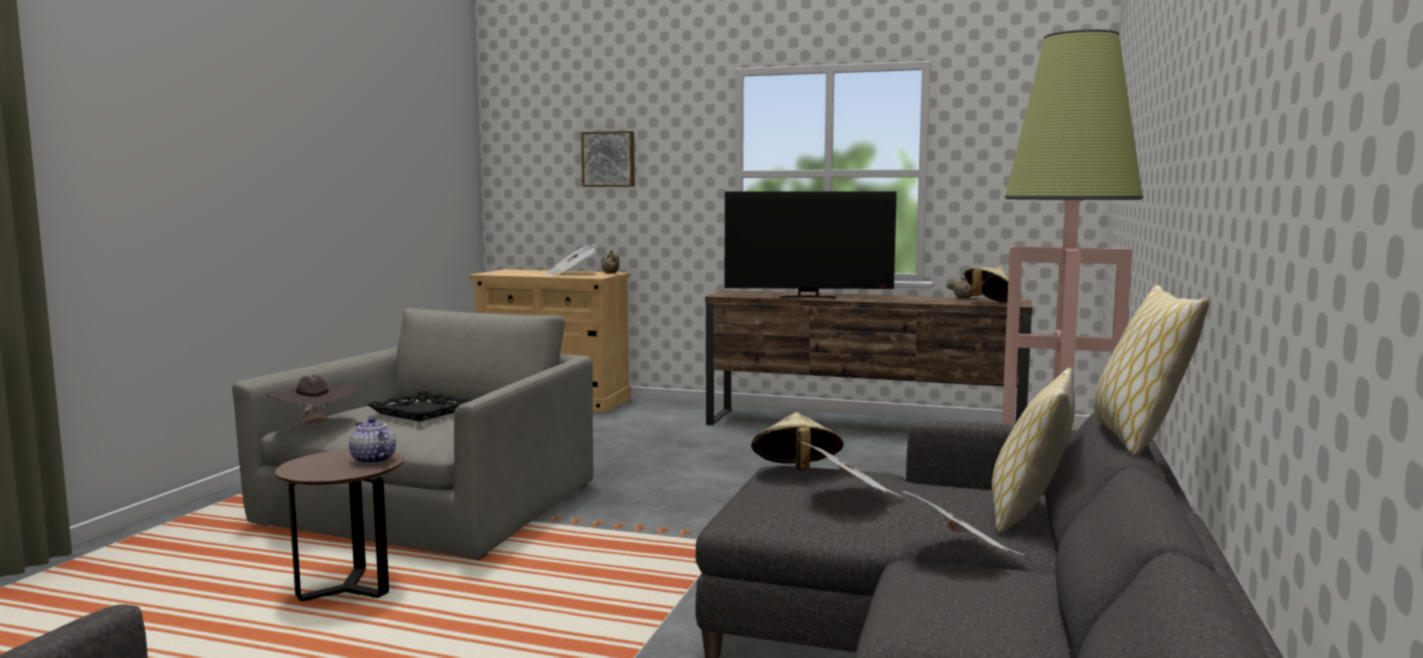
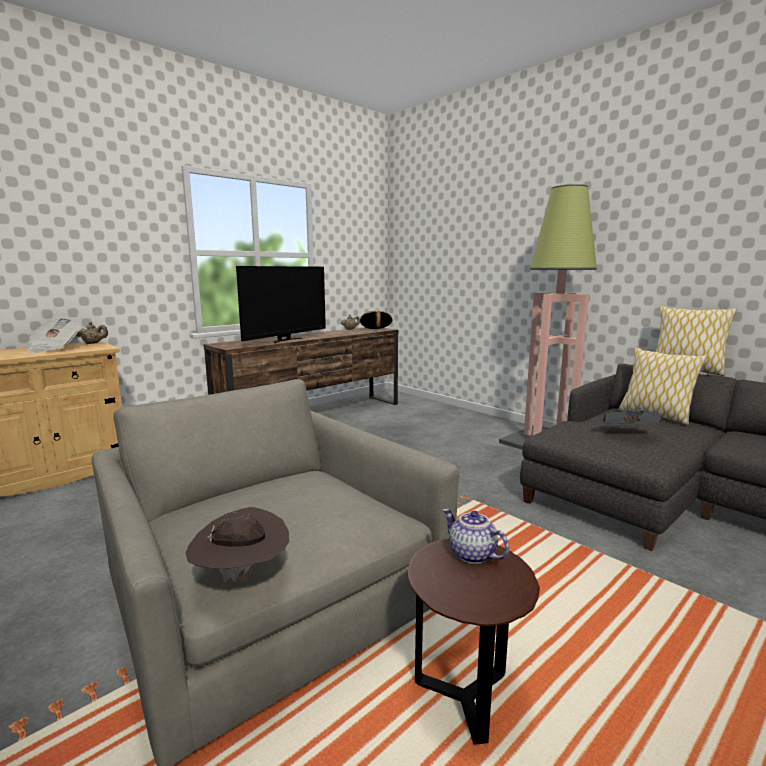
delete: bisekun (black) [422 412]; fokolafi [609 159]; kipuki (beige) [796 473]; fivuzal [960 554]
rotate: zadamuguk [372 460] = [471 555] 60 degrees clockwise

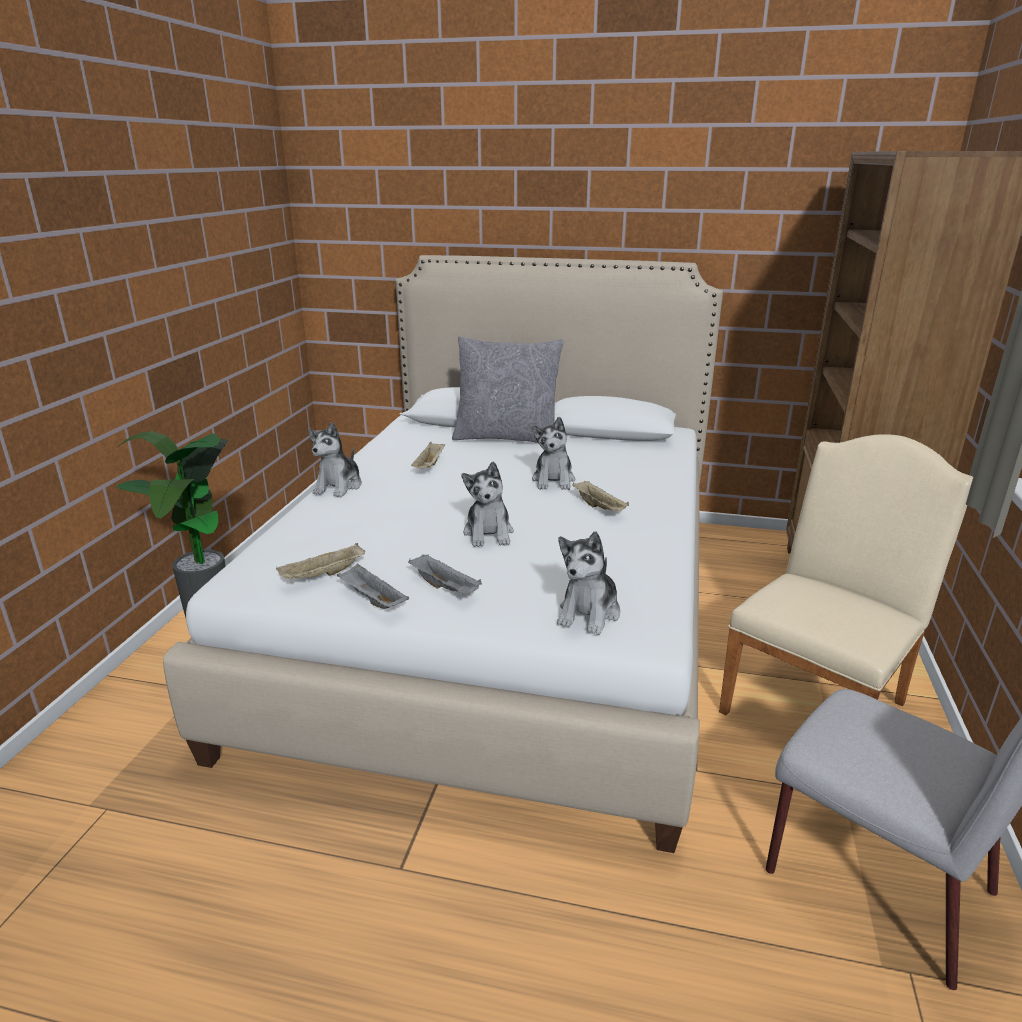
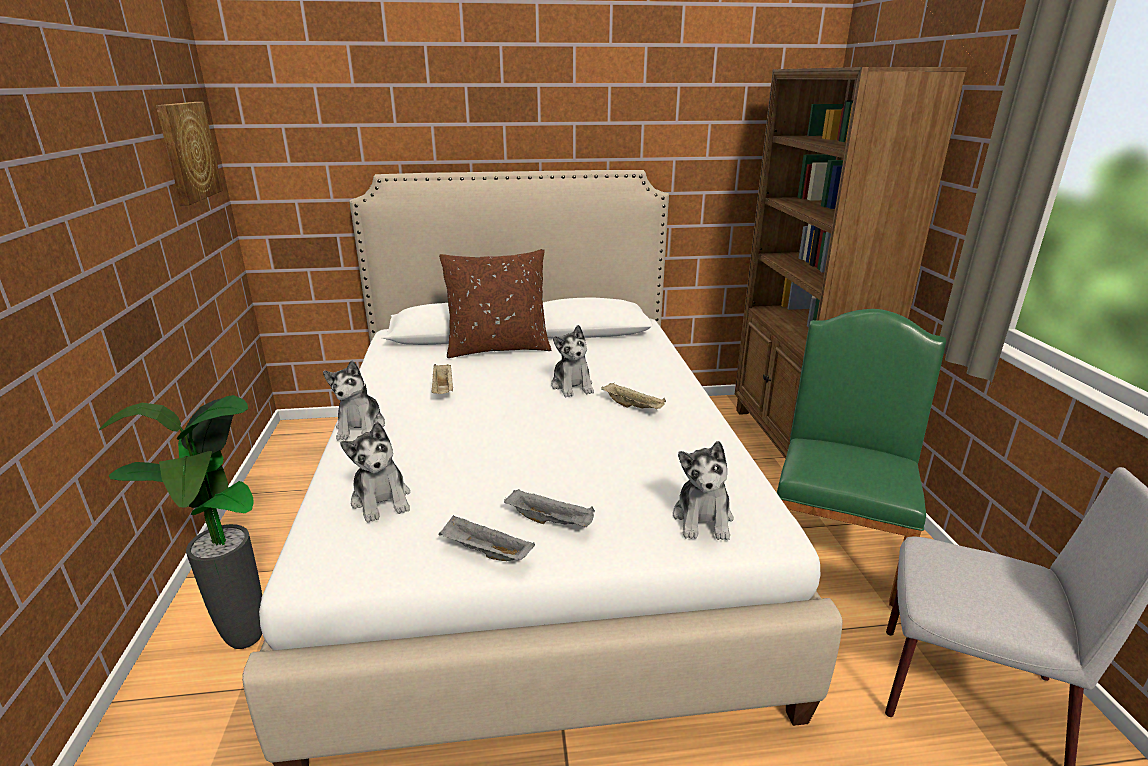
delete: bisekun (beige) [323 575]
insert: fokolafi [188 151]
move: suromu [489 533] to [382 500]
recolor: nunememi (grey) [507 437] to nunememi (brown) [498 348]; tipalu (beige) [818 701] to tipalu (green) [835 543]

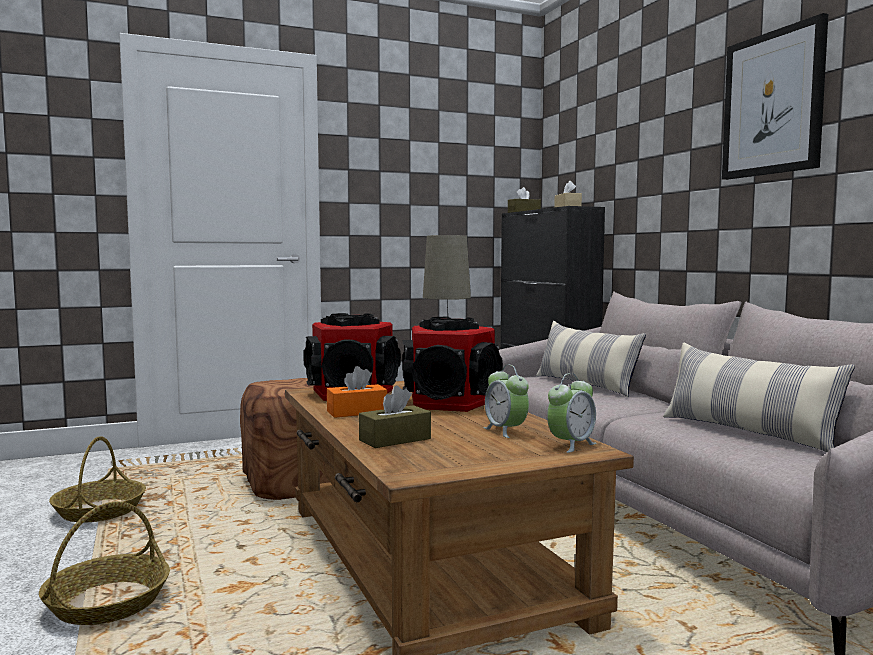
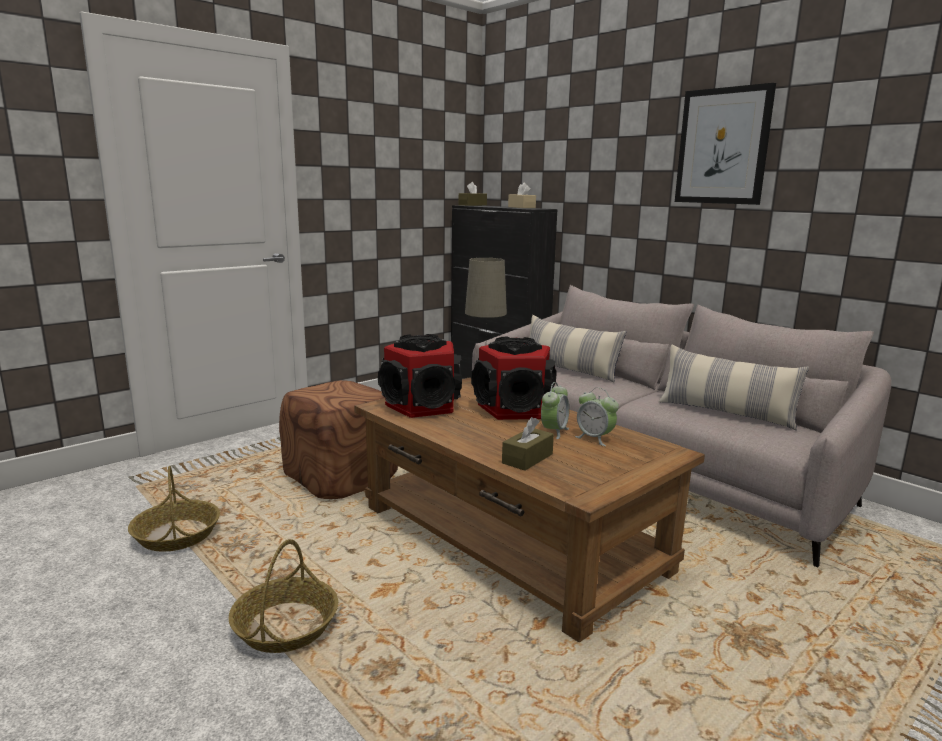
delete: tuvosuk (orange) [357 412]
move: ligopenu [571 445] to [554 431]

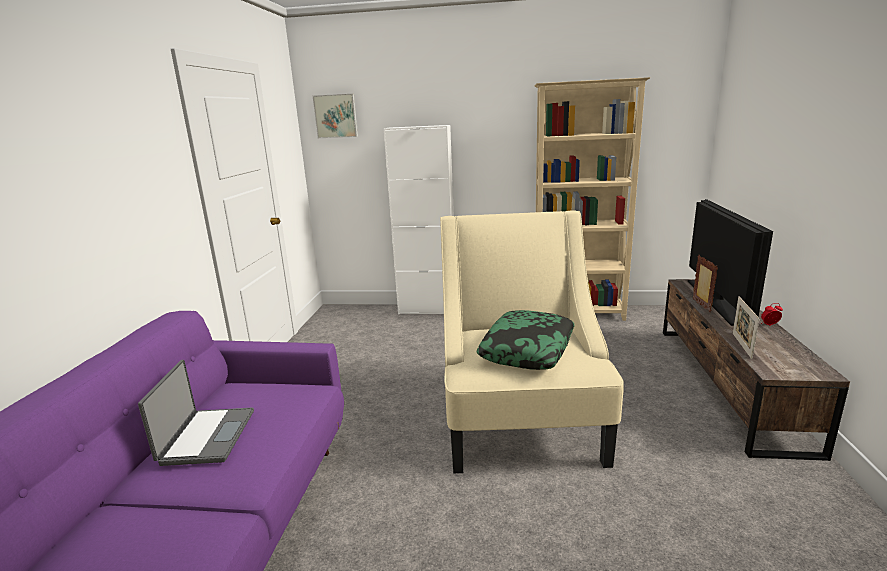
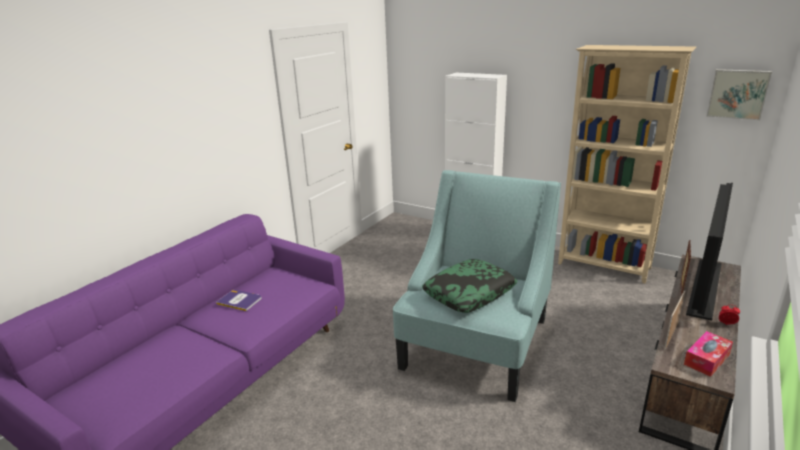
insert: tuvosuk [706 359]
move: fokolafi [336 116] to [738 94]
replace: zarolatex [206 437] to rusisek [239 300]
recolor: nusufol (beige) [520 417] to nusufol (turquoise) [475 343]

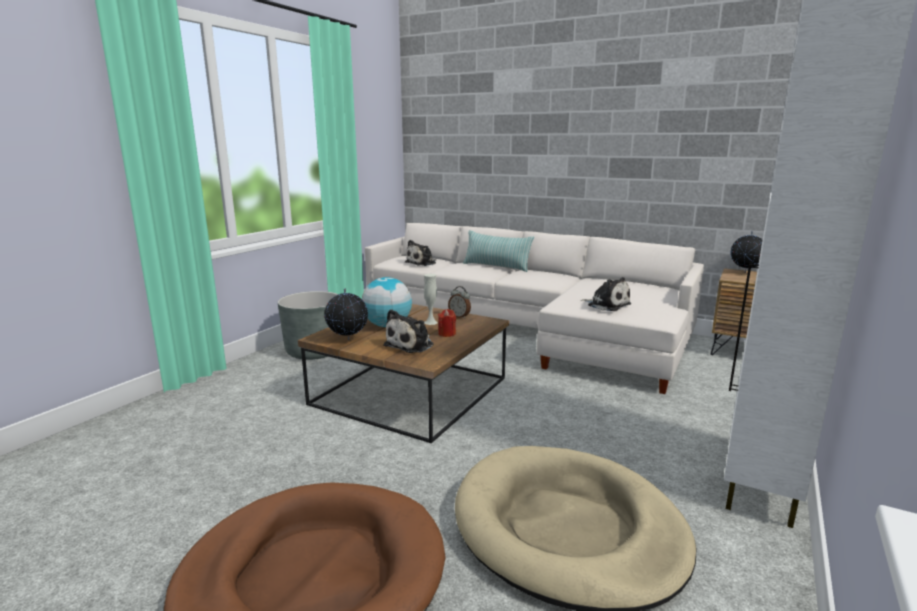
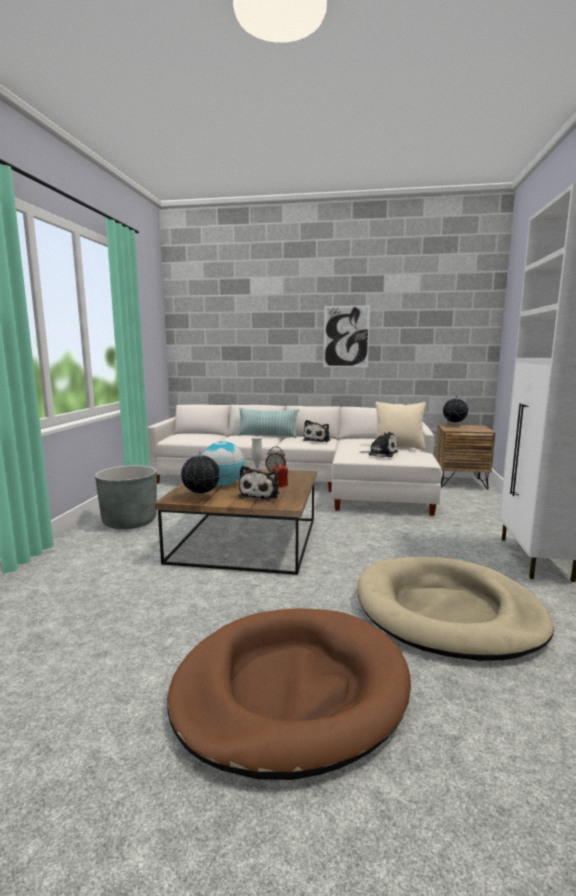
insert: fokolafi [346 336]; nunememi (beige) [399 447]
move: suromu [422 263] to [318 440]

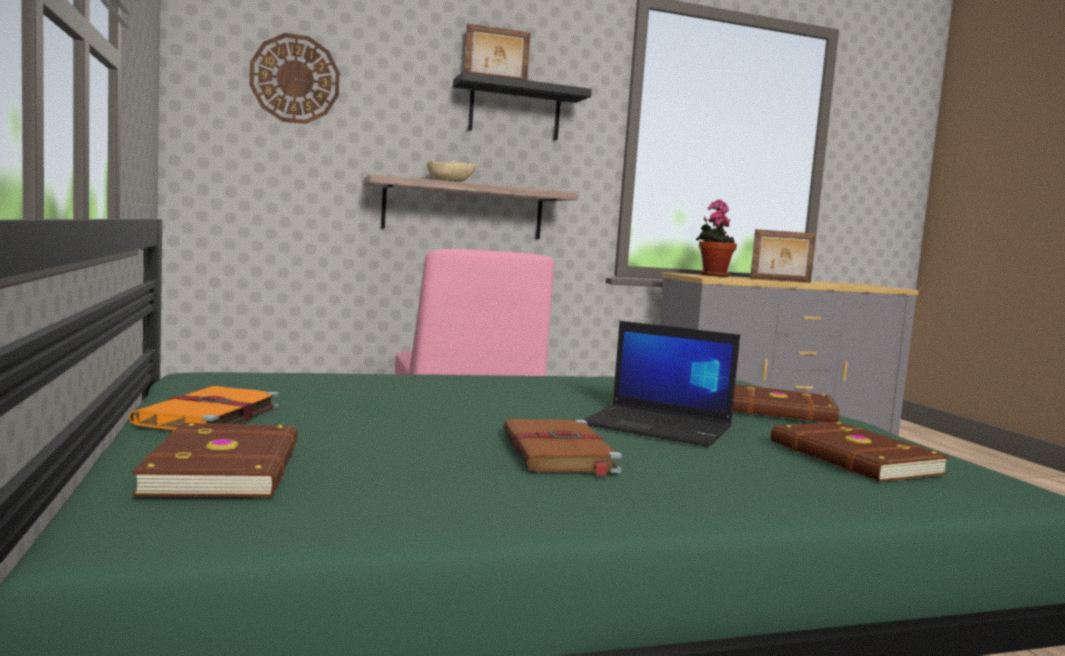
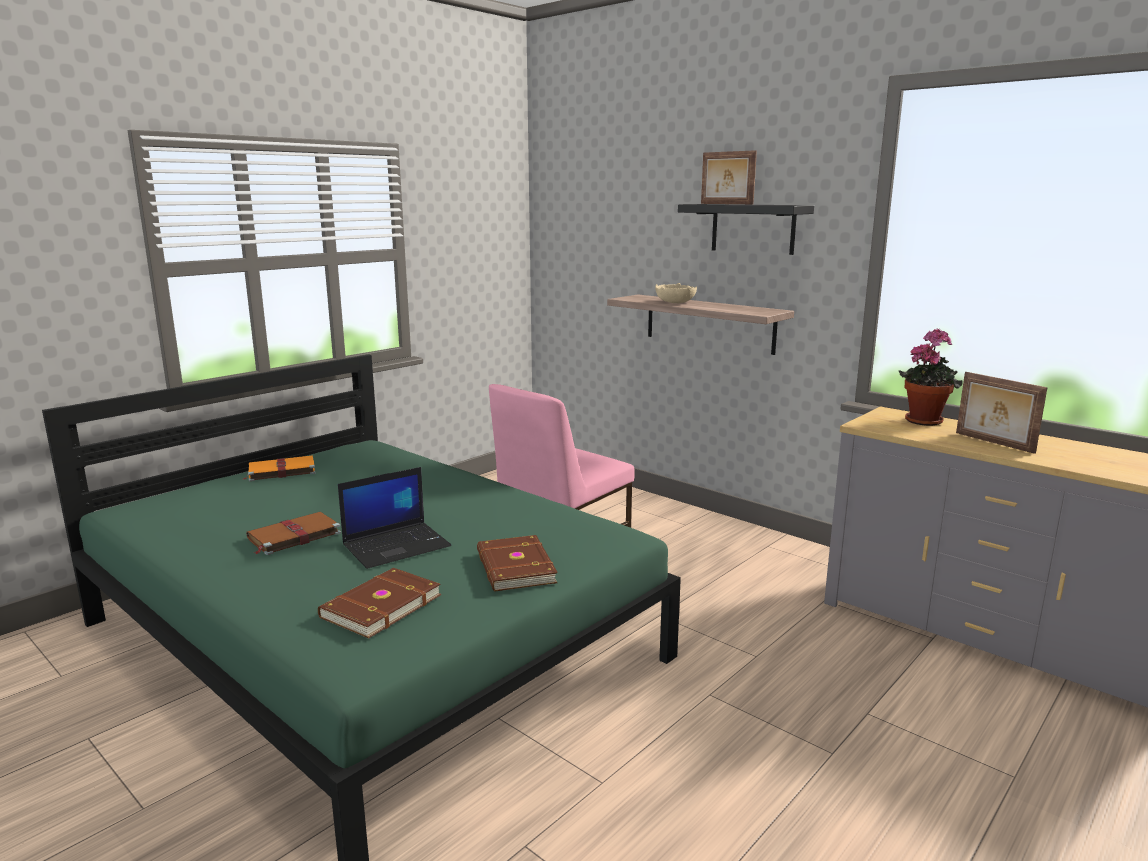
delete: rusisek (brown) [228 468]; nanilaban [295 79]
rotate: zarolatex [660 426] = [397 545] 120 degrees counterclockwise

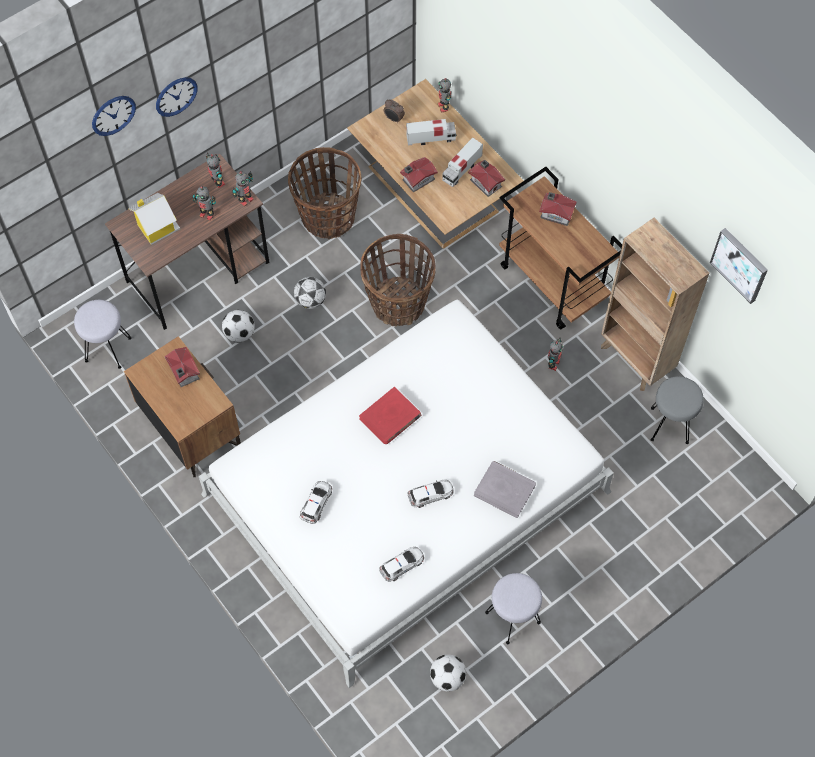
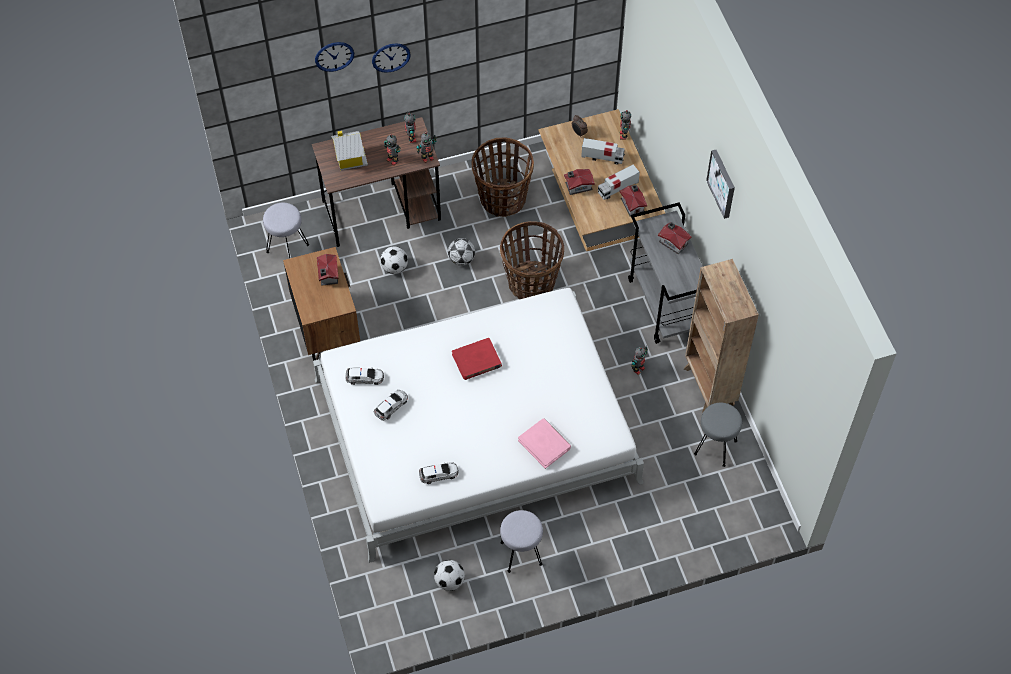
move: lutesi [430 495] to [365 378]; fokolafi [740 264] to [722 183]
recolor: rusisek (grey) [505 490] to rusisek (pink) [544 444]; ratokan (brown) [553 282] to ratokan (grey) [666 305]

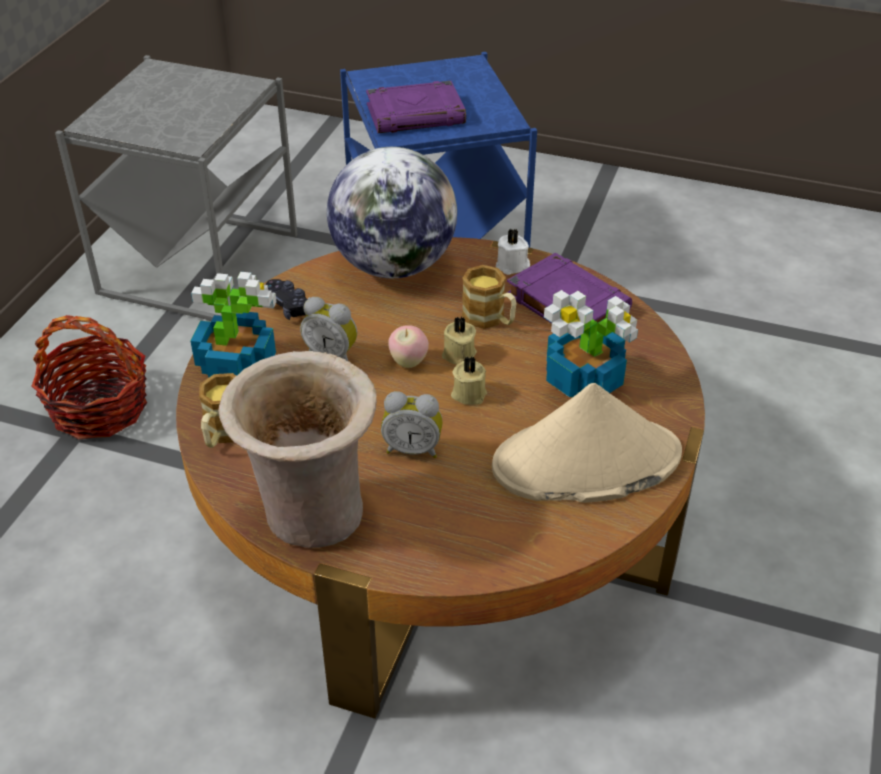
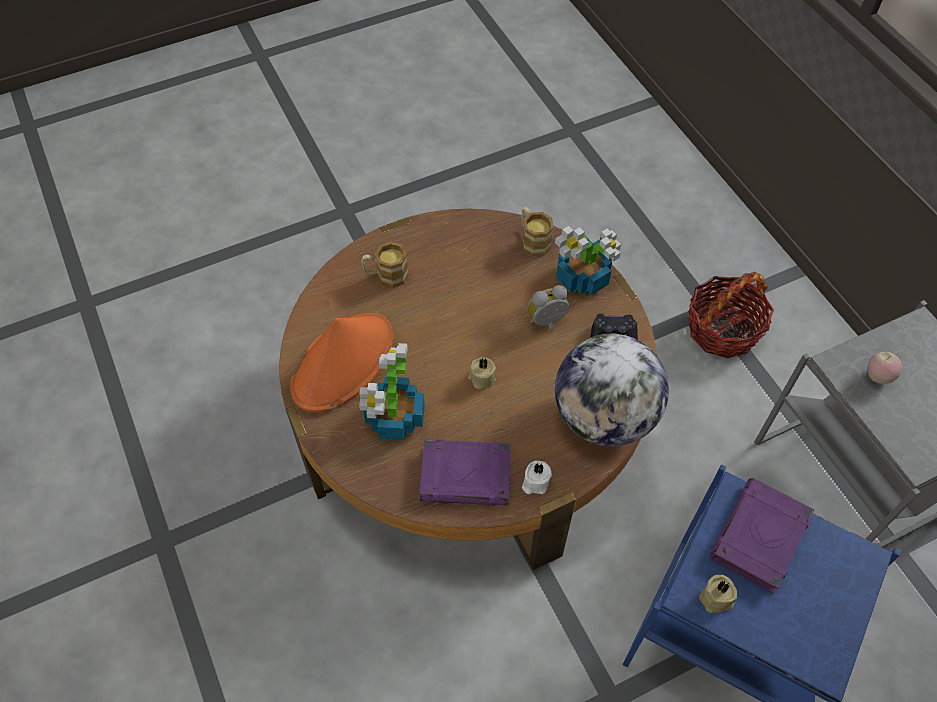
delete: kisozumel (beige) [310 516]; ligopenu [413 449]
move: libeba [490 319] to [386 275]; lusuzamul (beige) [468 393] to [716 599]; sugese [408 362] to [877 376]
recolor: kipuki (beige) [585 462] to kipuki (orange) [343 362]

